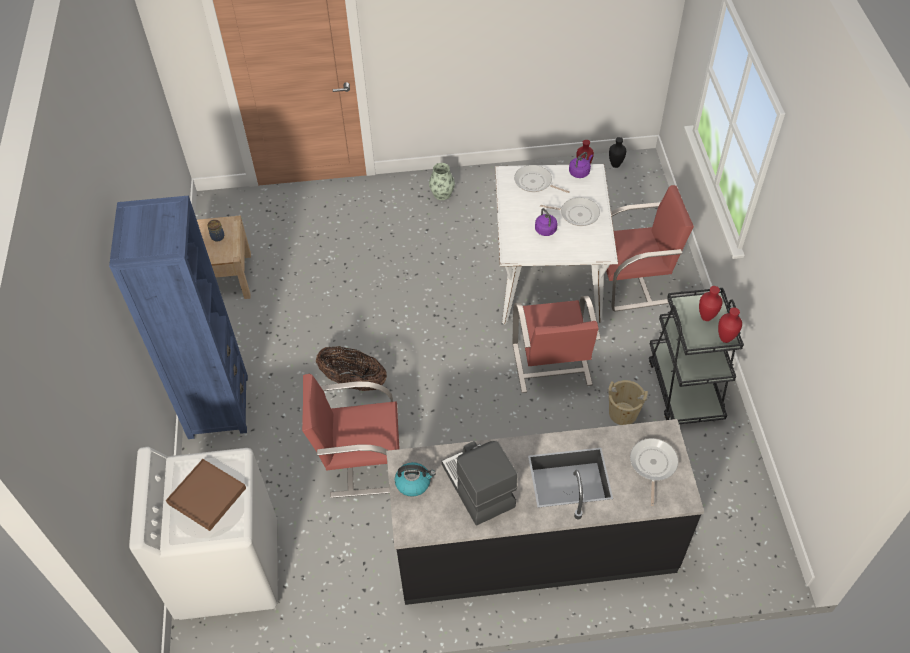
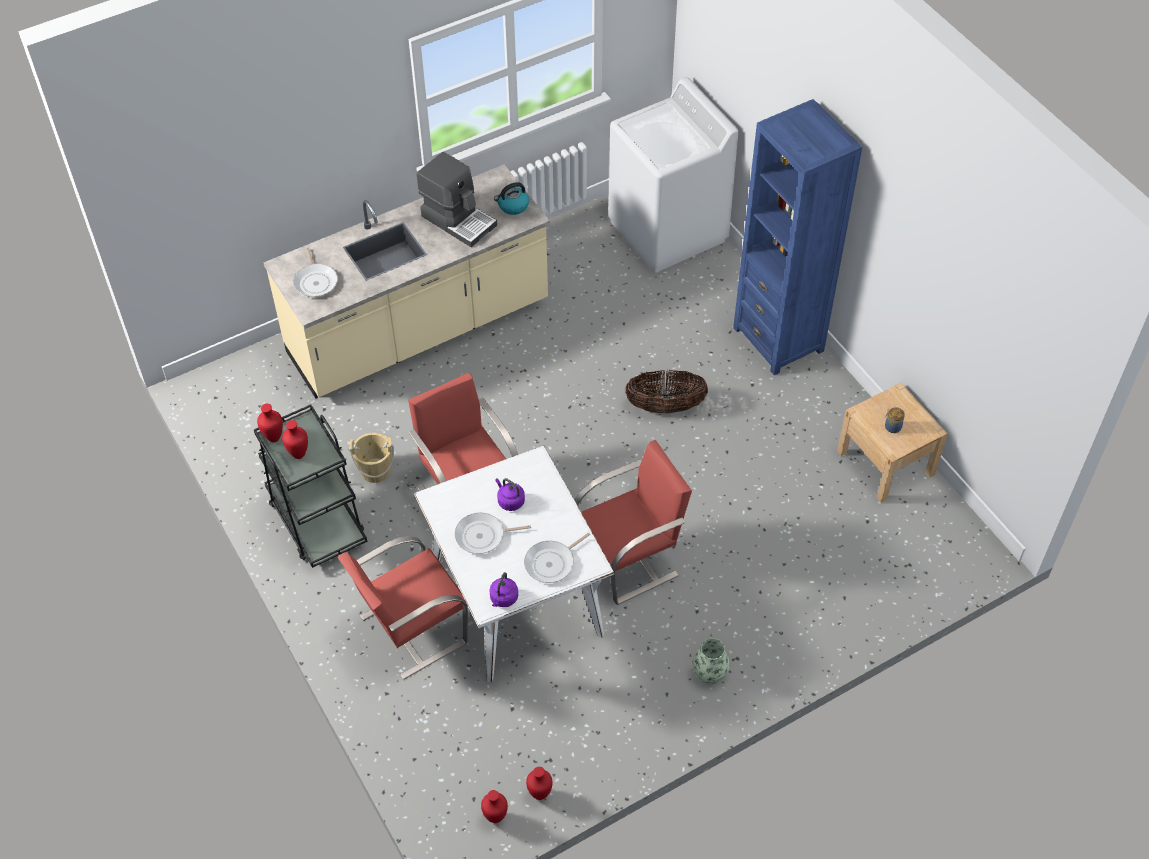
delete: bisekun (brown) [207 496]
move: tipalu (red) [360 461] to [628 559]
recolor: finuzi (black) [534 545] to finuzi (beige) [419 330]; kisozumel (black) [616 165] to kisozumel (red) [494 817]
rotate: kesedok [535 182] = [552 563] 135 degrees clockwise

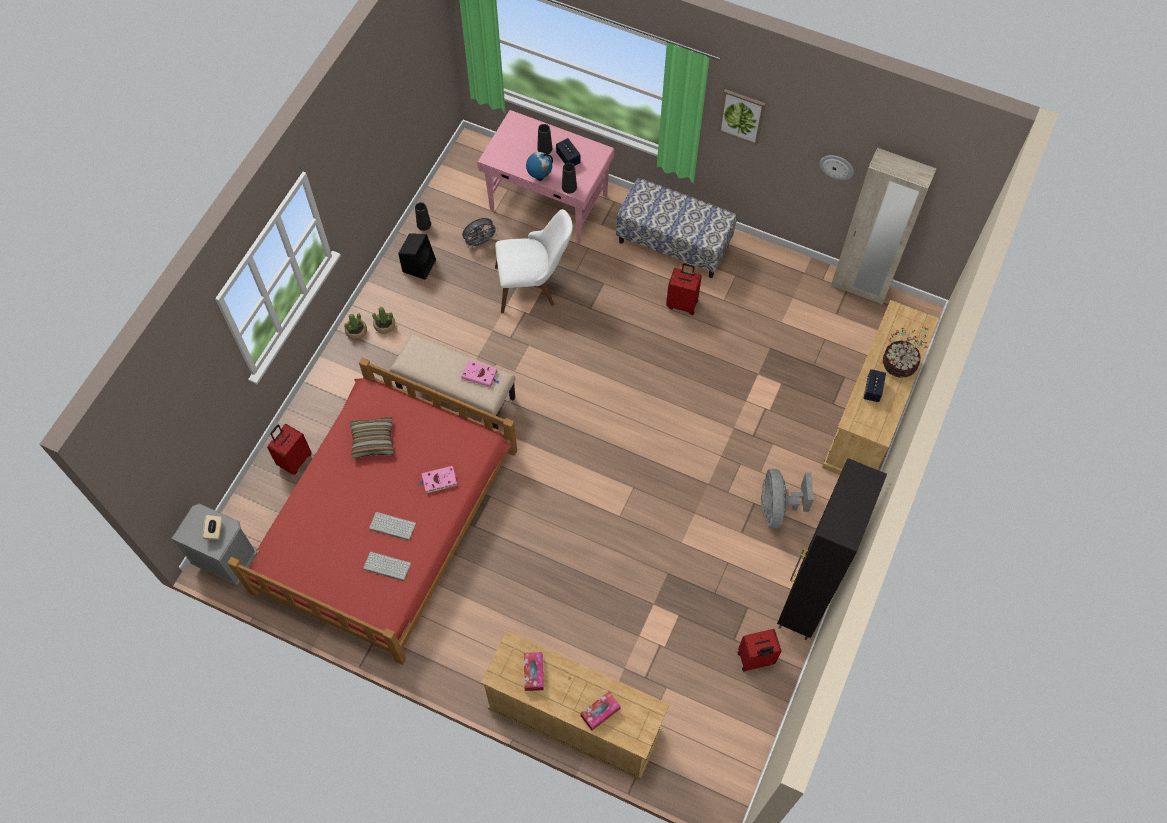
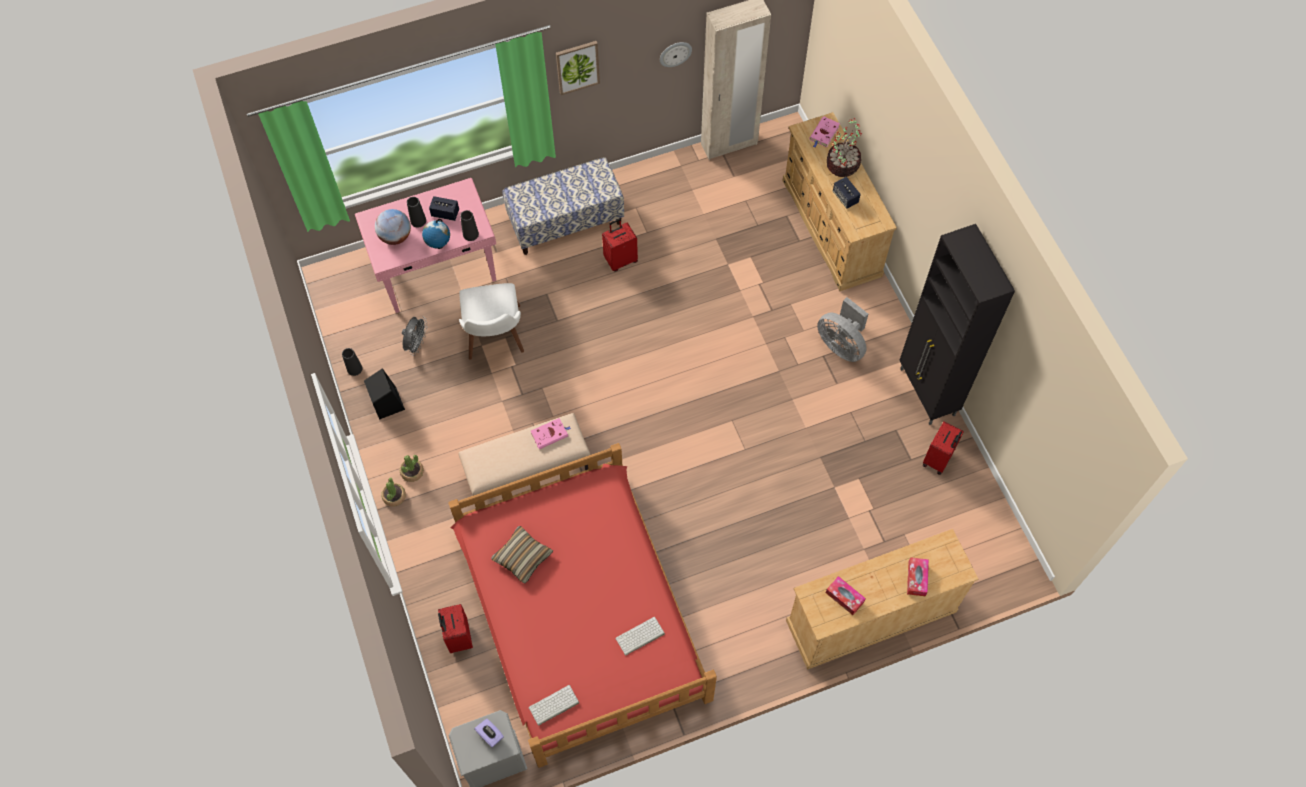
insert: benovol [395 236]
move: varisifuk [391 526] to [553 706]; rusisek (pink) [438 481] to [824 134]
recolor: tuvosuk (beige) [215 531] to tuvosuk (purple) [490 735]
rotate: tipalu (white) [533 284] = [495 340] 135 degrees clockwise

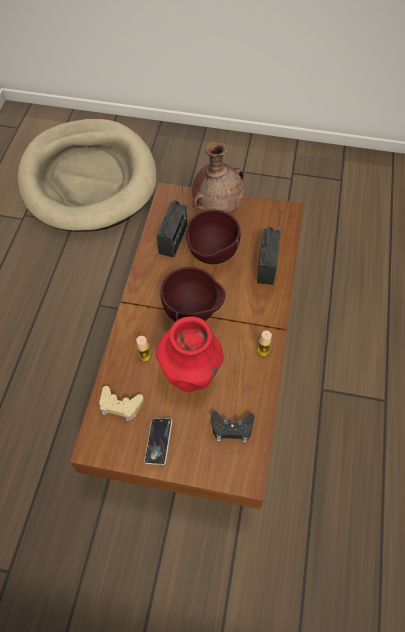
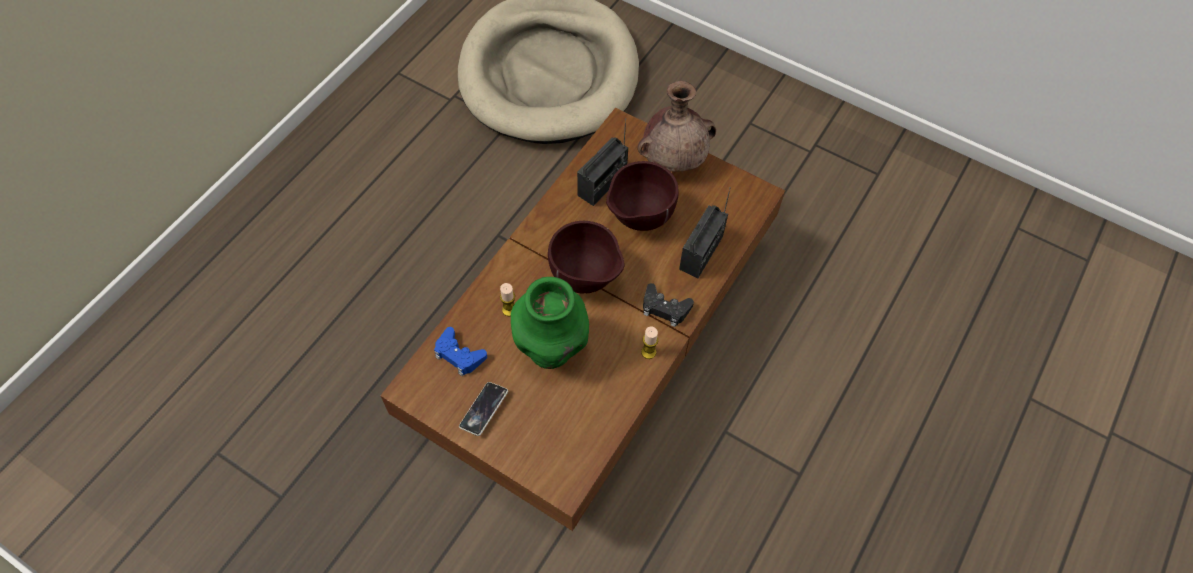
move: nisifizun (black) [232 428] to [665 308]
recolor: nisifizun (beige) [120 405] to nisifizun (blue) [459 355]; kisozumel (red) [190 376] to kisozumel (green) [551 351]

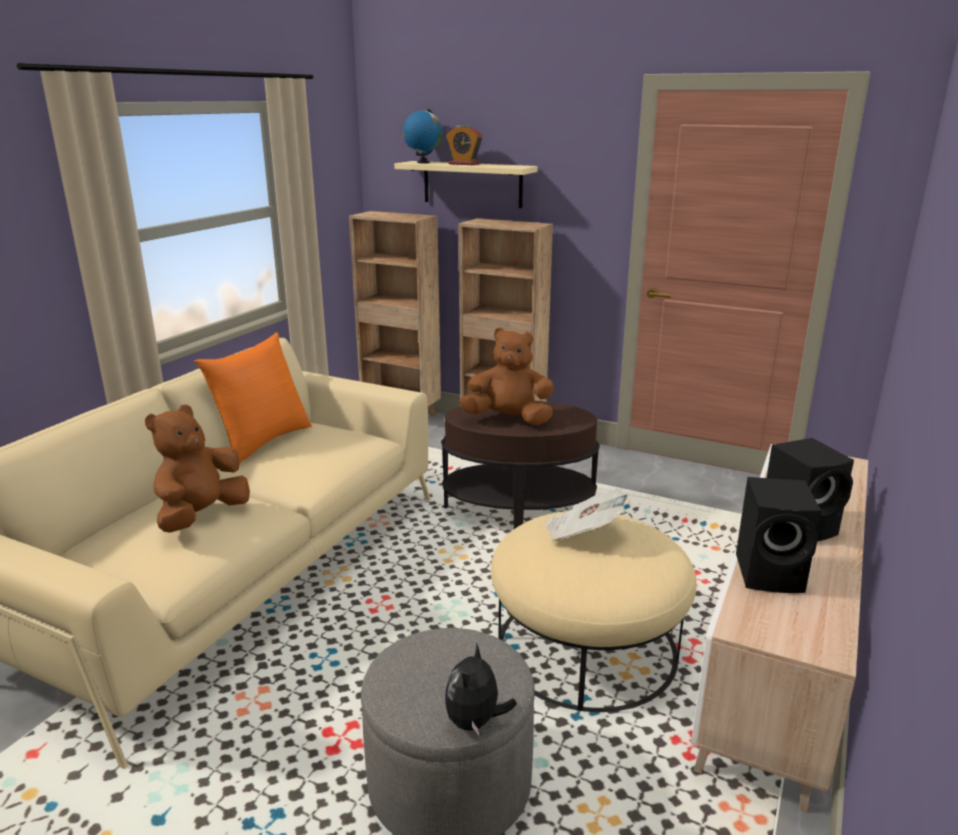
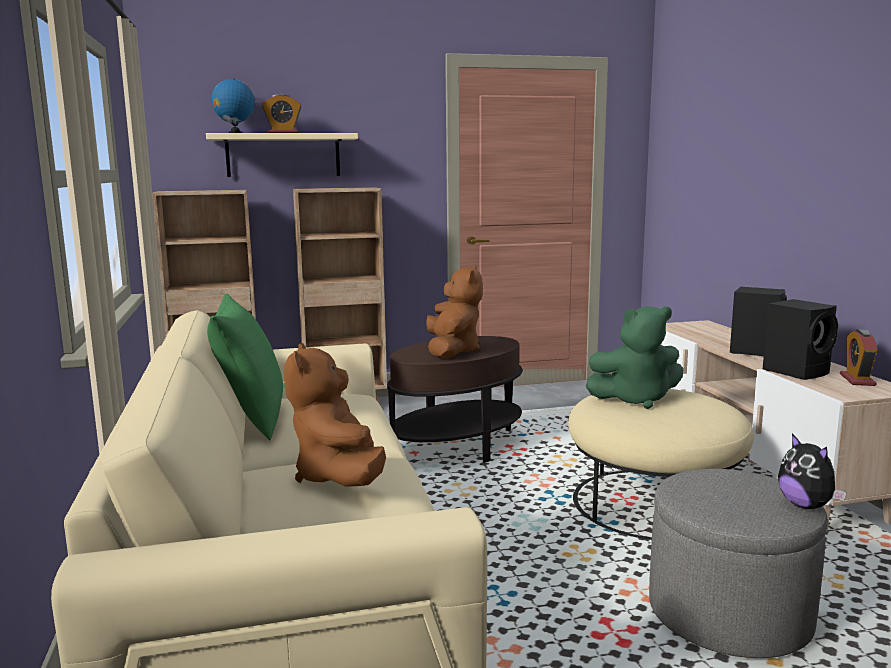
insert: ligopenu [857 380]
replace: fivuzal [583 533] to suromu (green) [635 399]
recolor: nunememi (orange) [262 441] to nunememi (green) [251 420]
rotate: suromu (brown) [509 419] = [452 351] 120 degrees clockwise

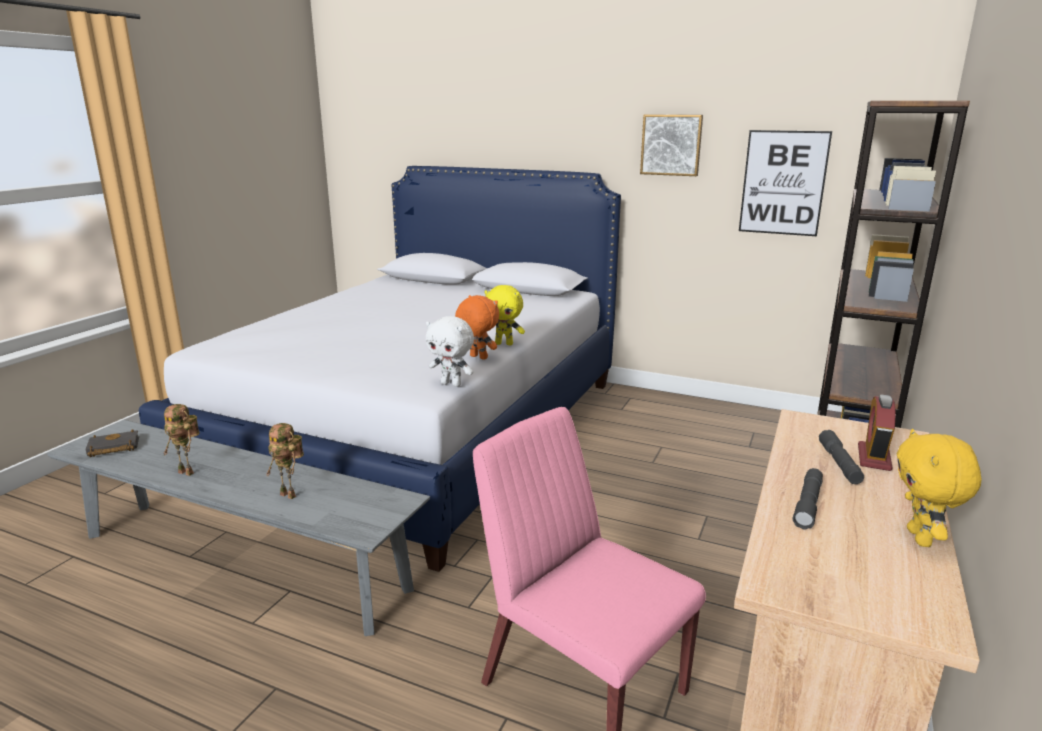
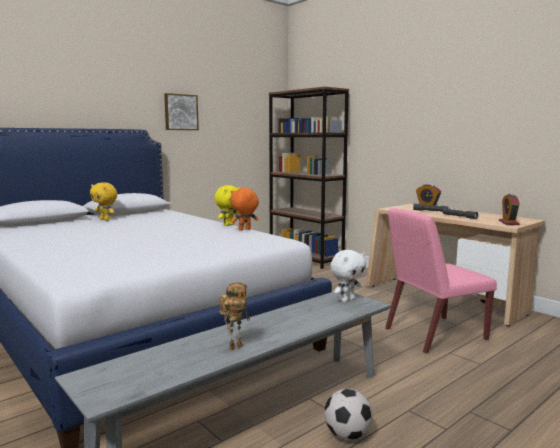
delete: rusisek (black) [112 448]; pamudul [290 495]; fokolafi [783 183]
insert: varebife [347 435]; ligopenu [508 223]
move: suromu (yellow) [921 538] to [105 220]; suromu (white) [452 384] to [347 300]

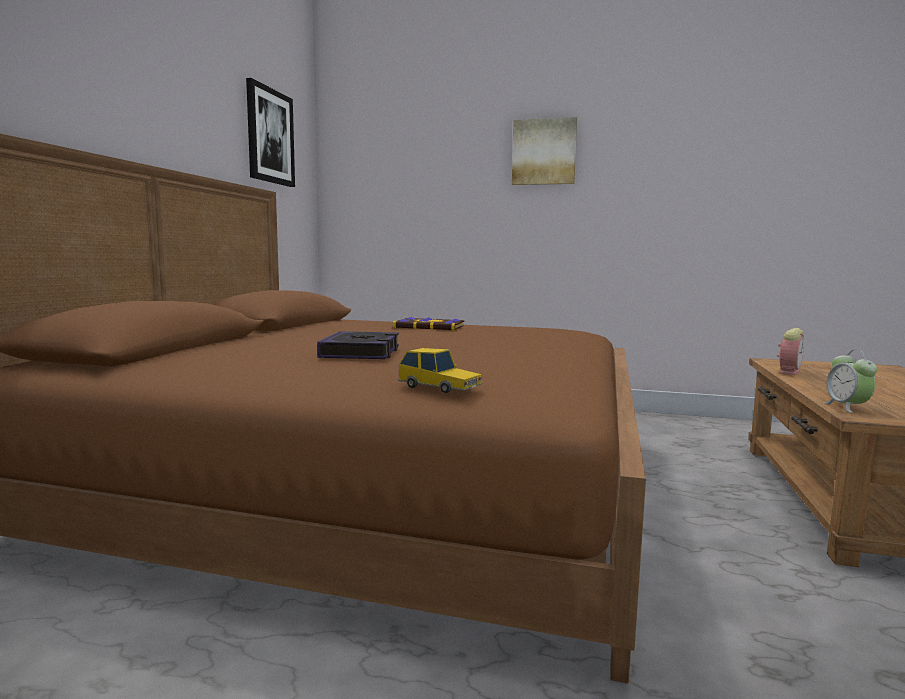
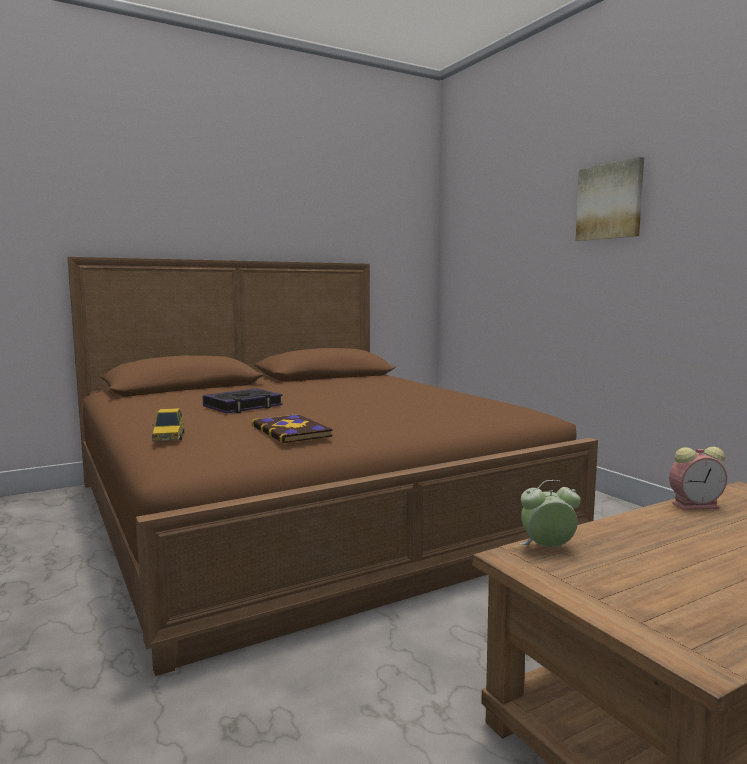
delete: fokolafi [270 136]
move: rusisek [429 326] to [292 431]
rotate: ligopenu [847 407] = [547 548] 45 degrees clockwise

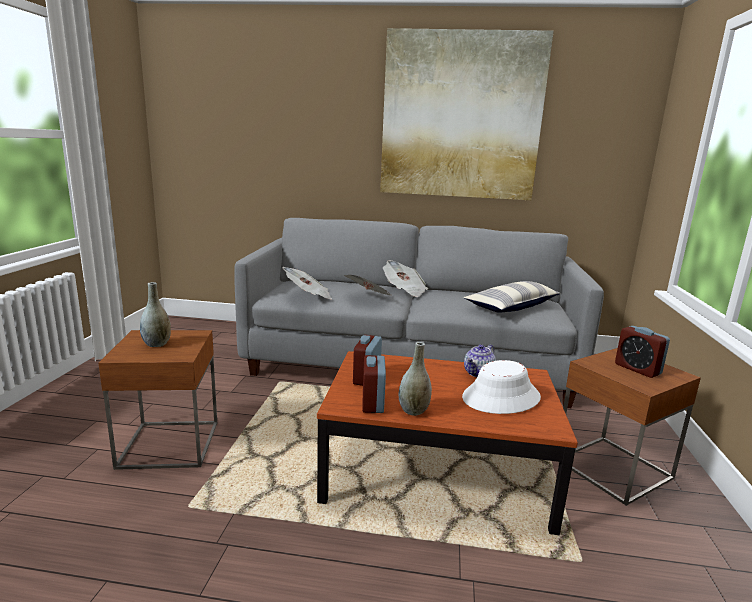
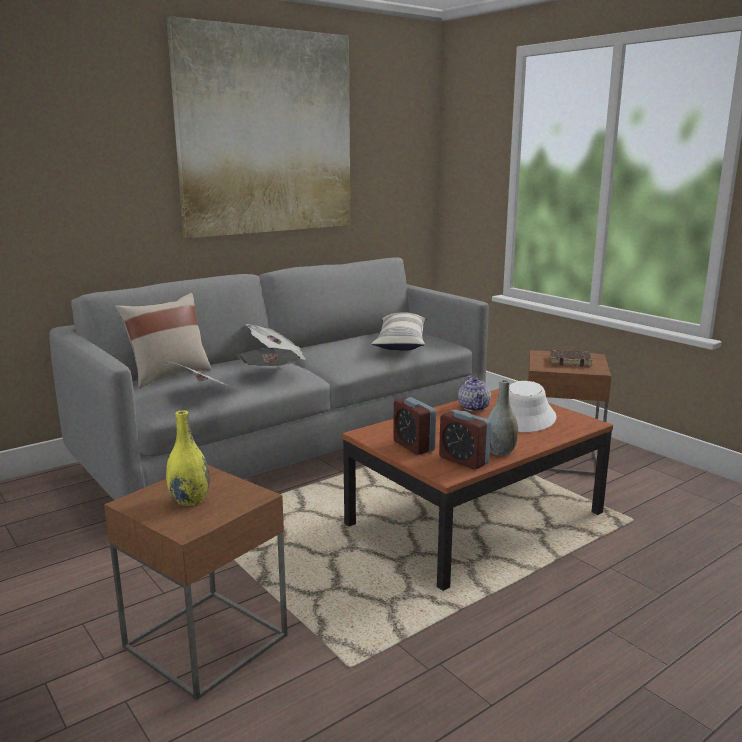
insert: nunememi (beige) [168 375]
replace: ligopenu [637 369] to rusisek (brown) [570 361]
recolor: kisozumel (grey) [157 344] to kisozumel (yellow) [190 500]

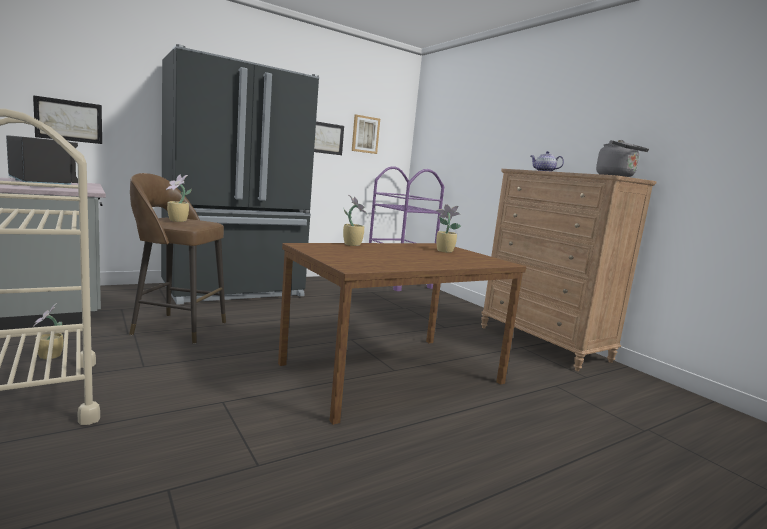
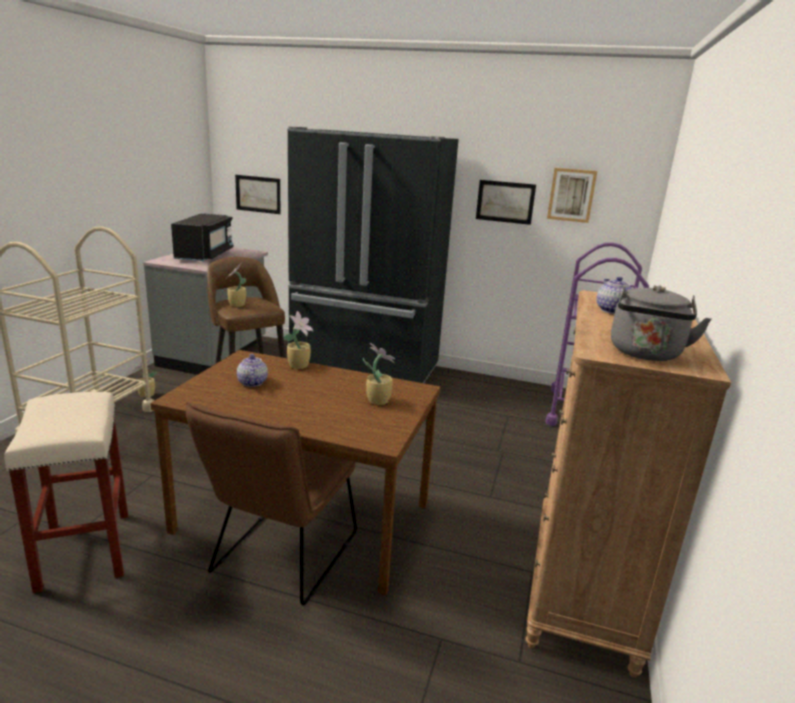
insert: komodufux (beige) [84 549]; tipalu (brown) [280 558]; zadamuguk [252 382]

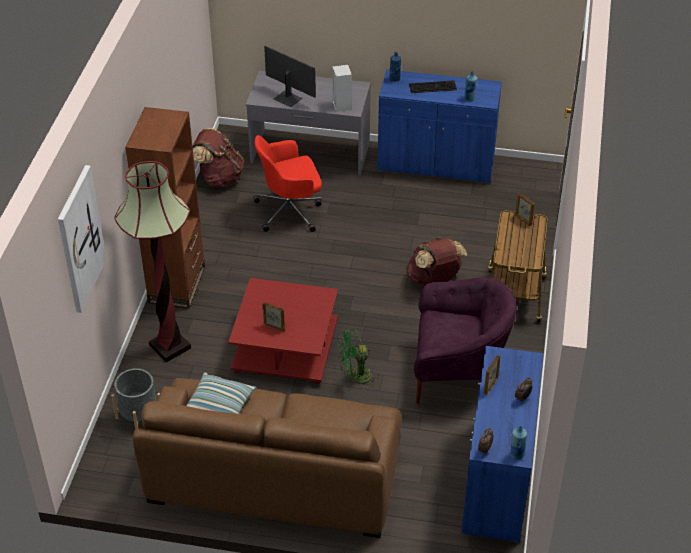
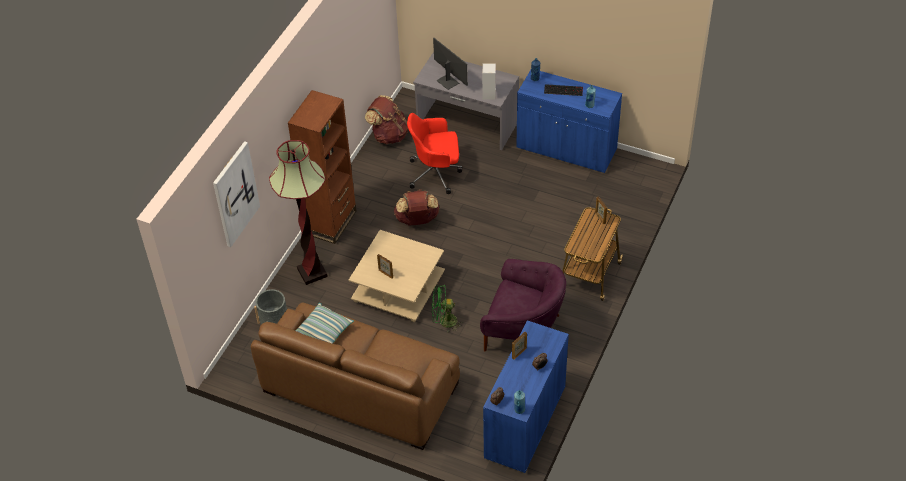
move: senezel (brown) [434 279] to [417 220]
recolor: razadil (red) [284 348] to razadil (beige) [397 288]

